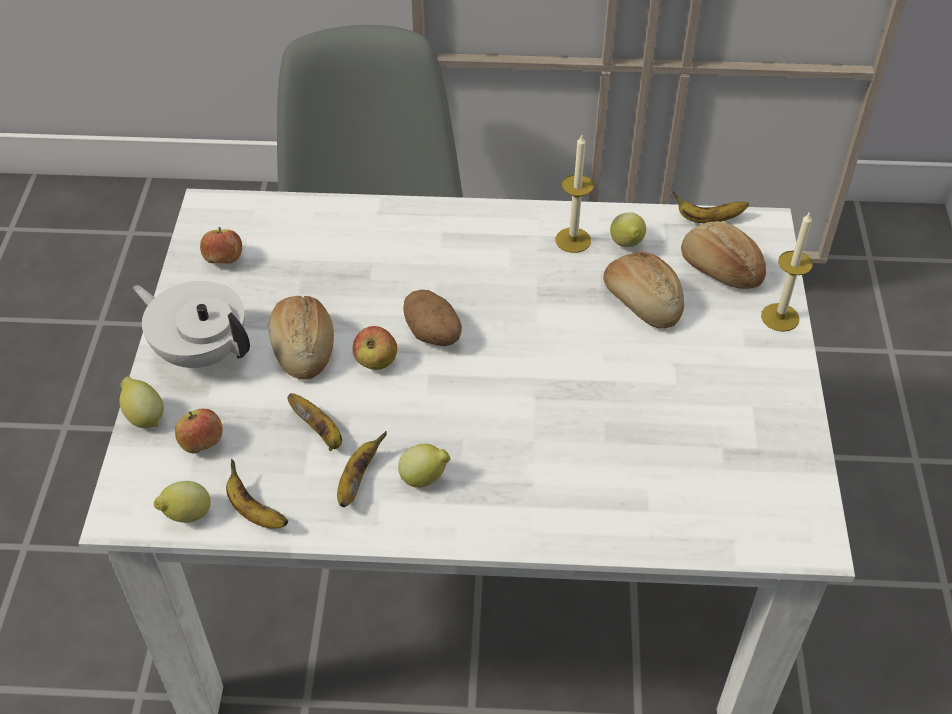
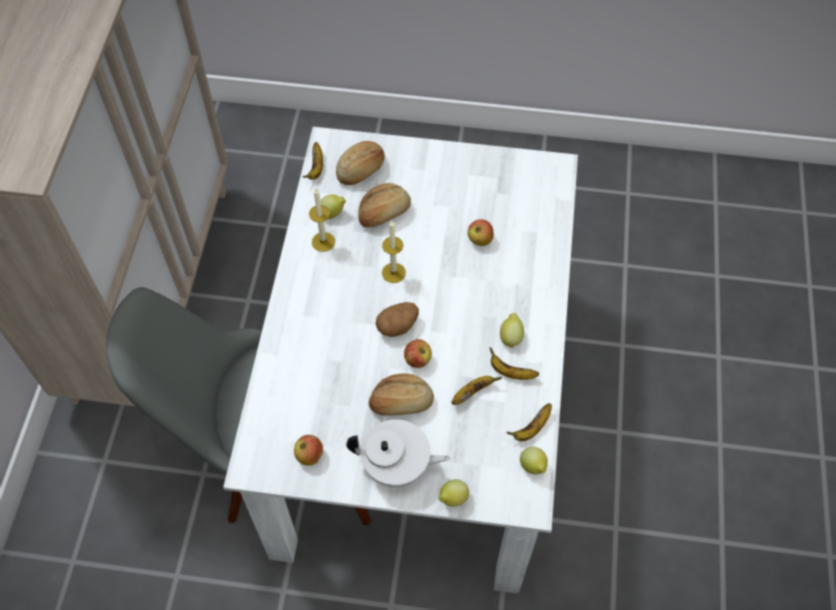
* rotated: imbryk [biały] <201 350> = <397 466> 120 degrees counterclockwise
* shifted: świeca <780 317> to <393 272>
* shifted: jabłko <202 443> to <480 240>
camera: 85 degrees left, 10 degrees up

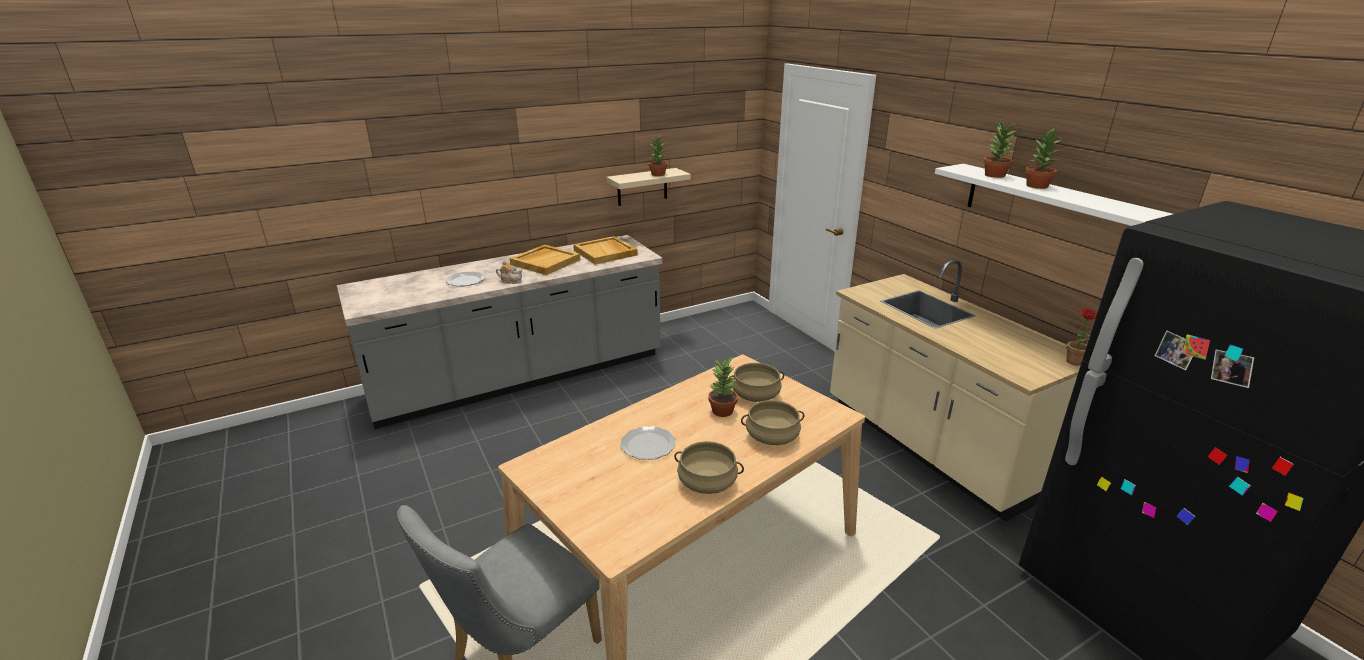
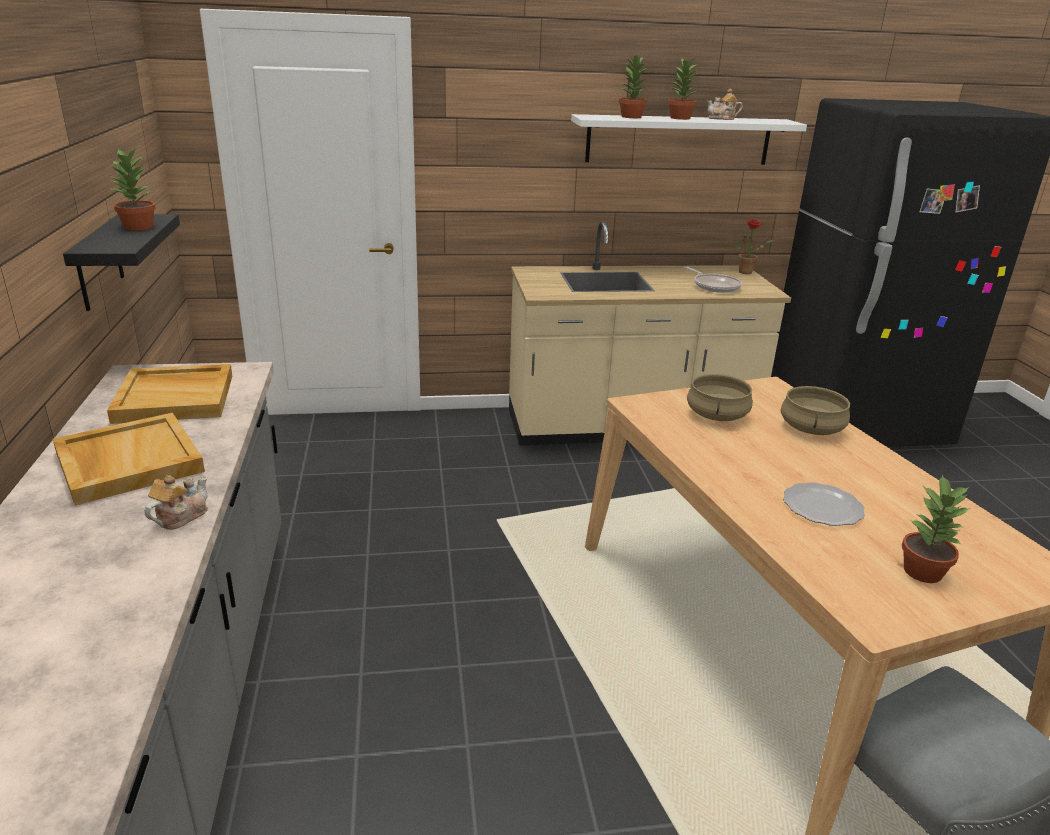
* repainted: półka [beżowy] <642 187> to półka [czarny] <99 262>
* new: patelnia <714 286>
* new: imbryk <722 119>
* shifted: roślina doniczkowa <723 411> to <923 571>
* gone: talerz <466 280>
* gone: garnek [beżowy] <707 482>
camera: 70 degrees left, 0 degrees up

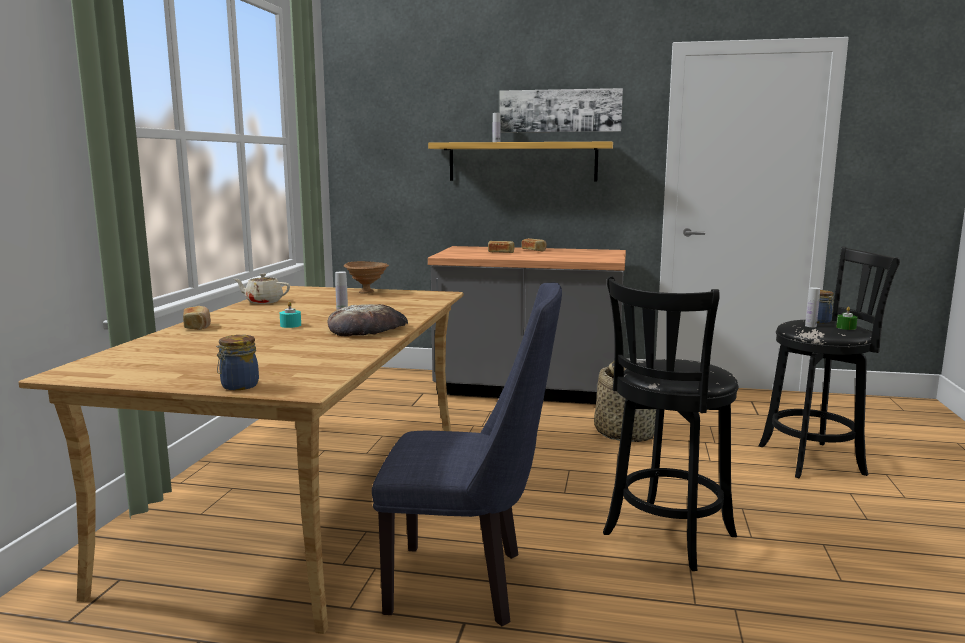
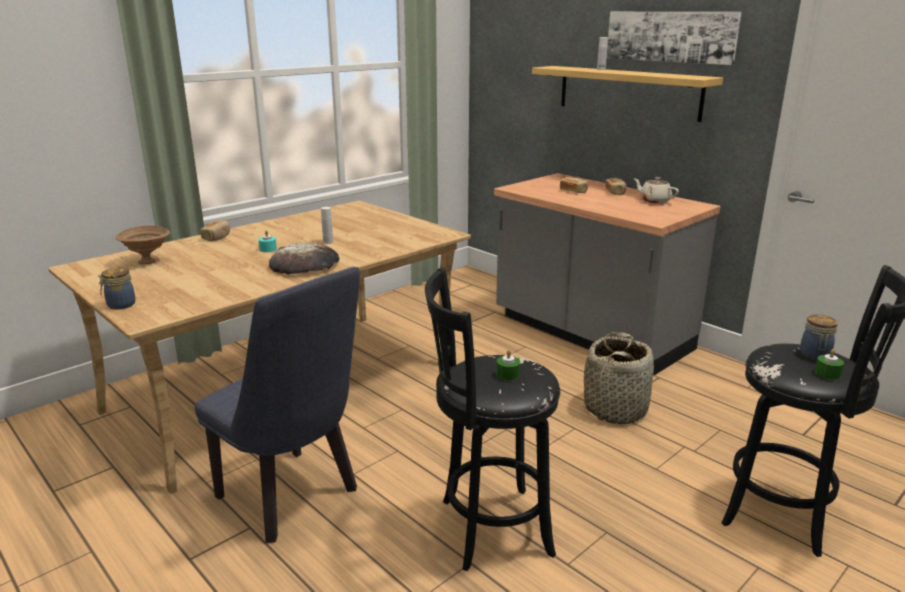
* shifted: miska [brązowy] <367 292> to <148 262>
* new: świeca [zielony] <508 374>
* shifted: imbryk [beżowy] <263 302> to <654 201>
* gone: butelka [biały] <810 326>
camera: 35 degrees right, 10 degrees up

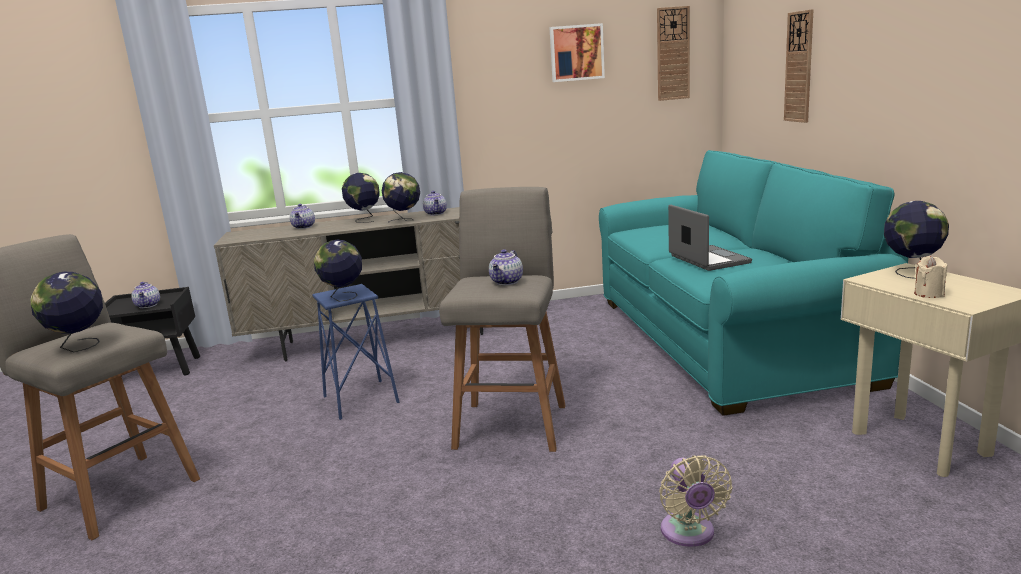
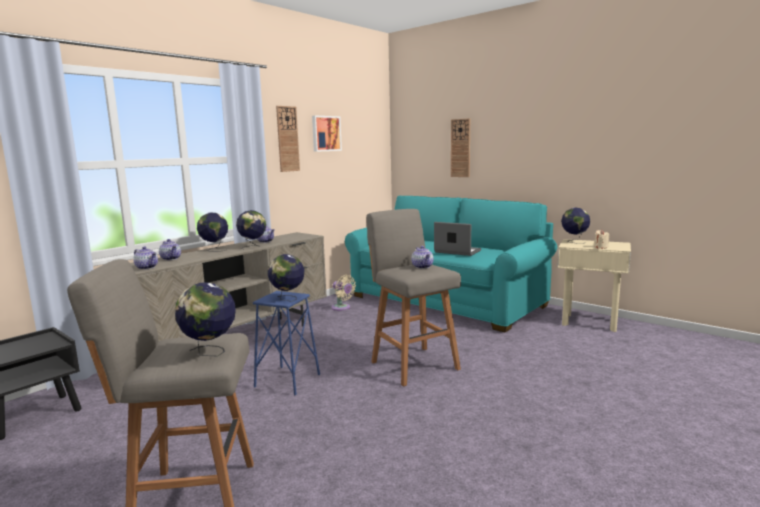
* shifted: imbryk <148 305> to <147 267>
* shifted: zegar ścienny <673 54> to <287 139>
* shifted: wentylator [beżowy] <689 534> to <342 308>
camera: 40 degrees left, 5 degrees down

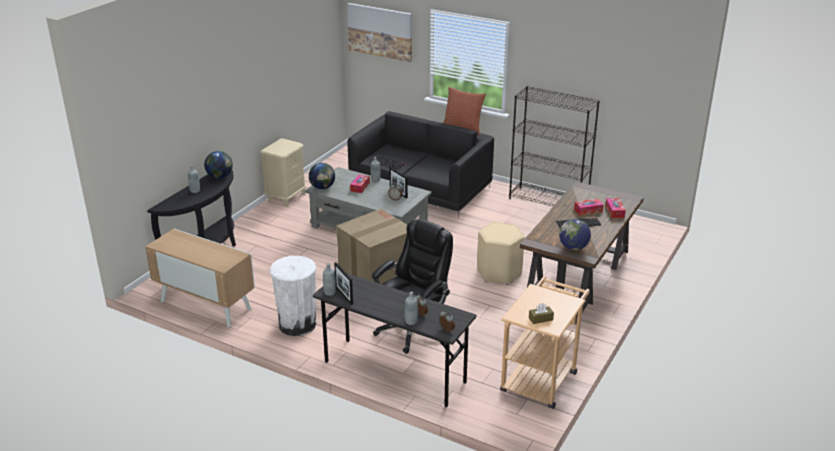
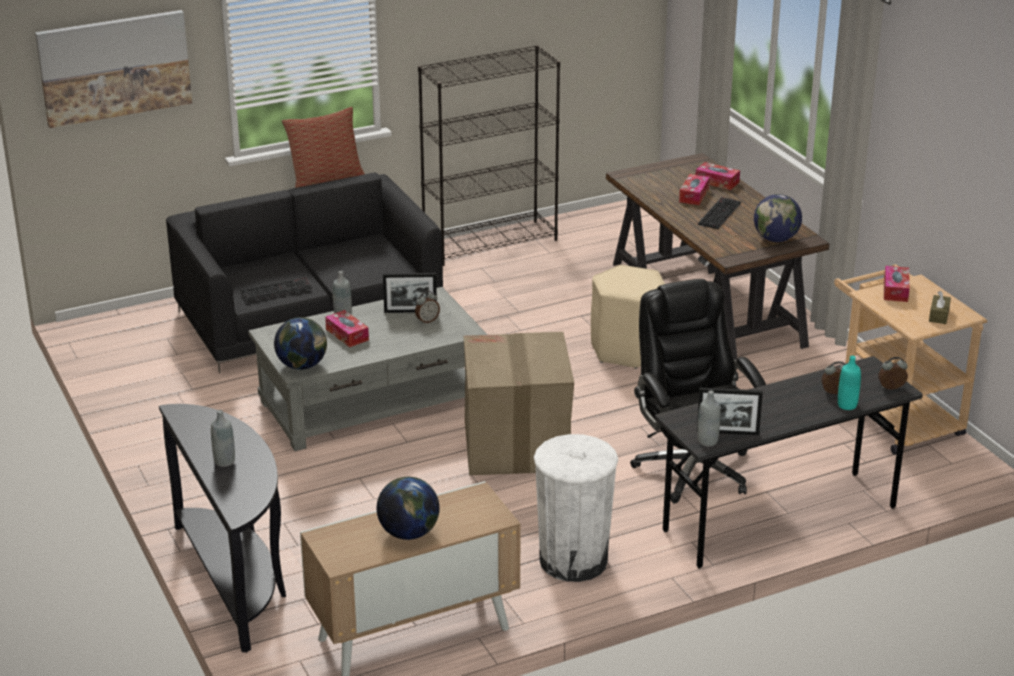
* shifted: globus <220 177> to <409 533>
* repainted: butelka [szary] <411 321> to butelka [turkusowy] <847 405>
* new: pudełko chusteczek <895 290>
* gone: szafka nocna [beżowy] <286 197>
camera: 55 degrees left, 0 degrees up

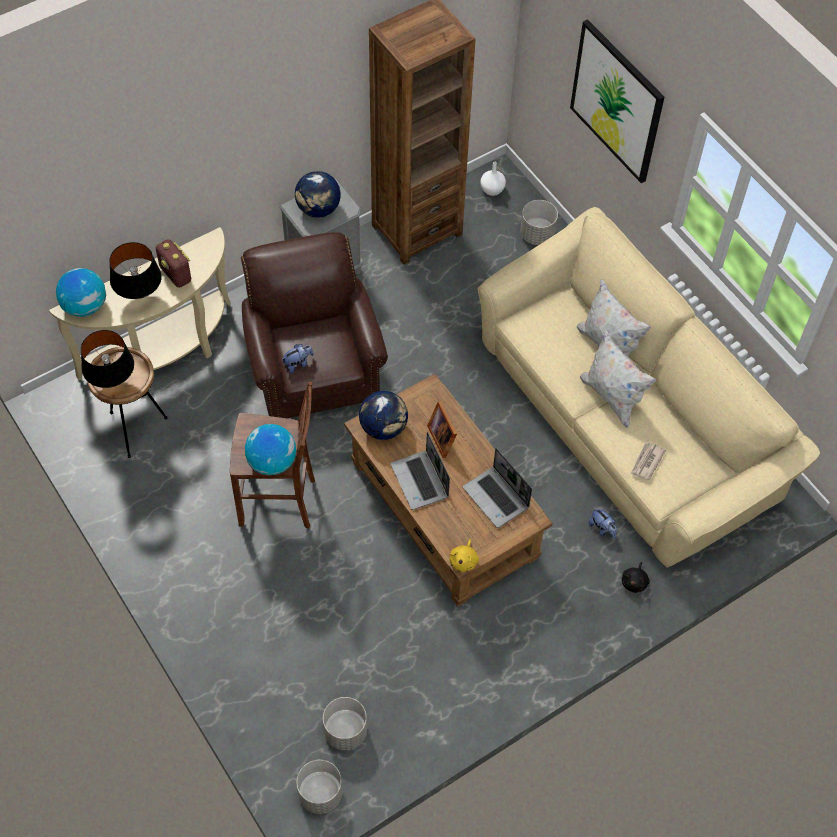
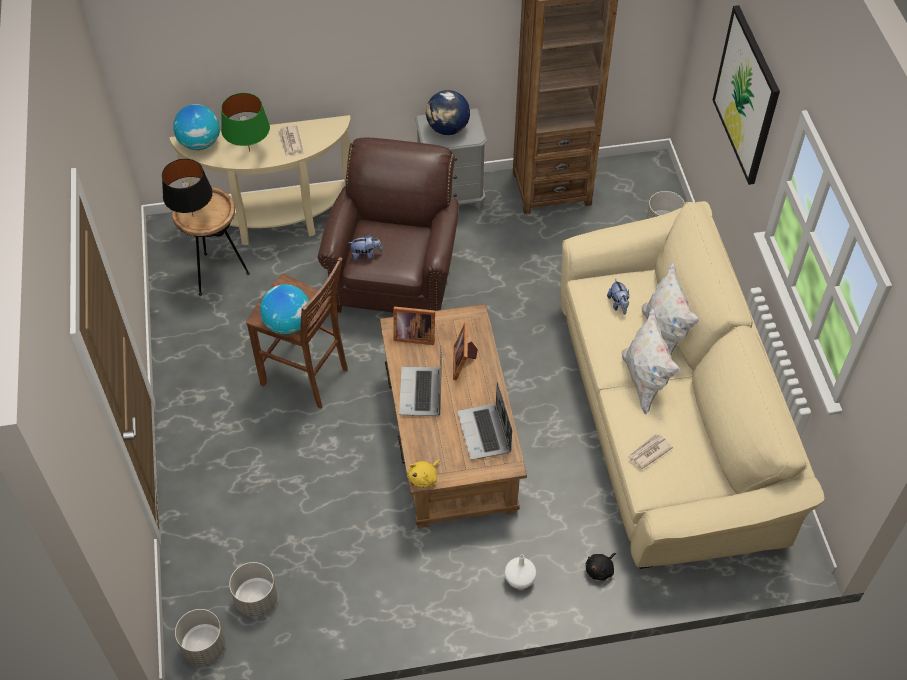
* repainted: lampa stołowa [czarny] <140 298> to lampa stołowa [zielony] <249 151>
* swapped: radio <176 275> to gazeta <290 142>
* swapped: globus <383 427> to ramka na zdjęcie <413 335>
* shifted: wazon [biały] <492 190> to <519 580>
* shifted: pluszak <602 529> to <618 304>
camera: 25 degrees right, 5 degrees down

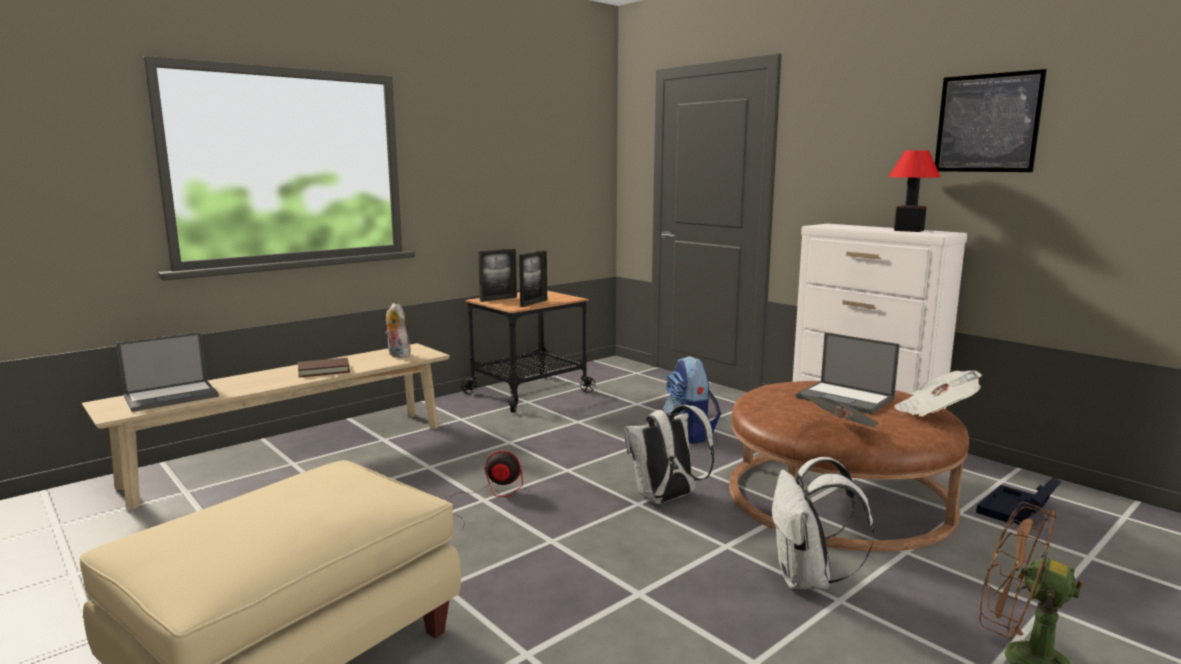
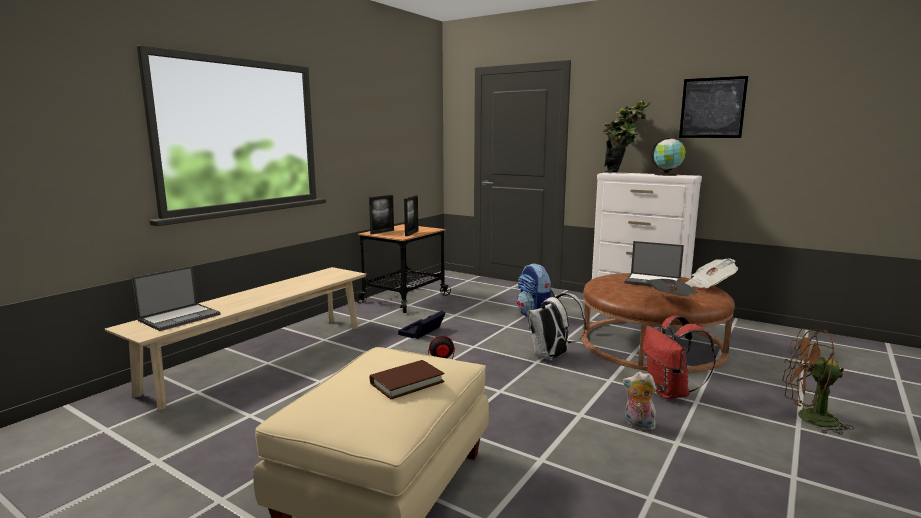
* shifted: książka [brązowy] <324 370> to <407 382>
* shifted: pojemnik do przechowywania [czarny] <1016 511> to <422 332>
* new: roślina doniczkowa <622 173>
* shifted: pluszak <397 355> to <638 425>
* repainted: plecak [biały] <807 579> to plecak [czerwony] <670 393>
* swapped: lampa stołowa <909 230> to globus <667 175>
camera: 15 degrees left, 0 degrees up

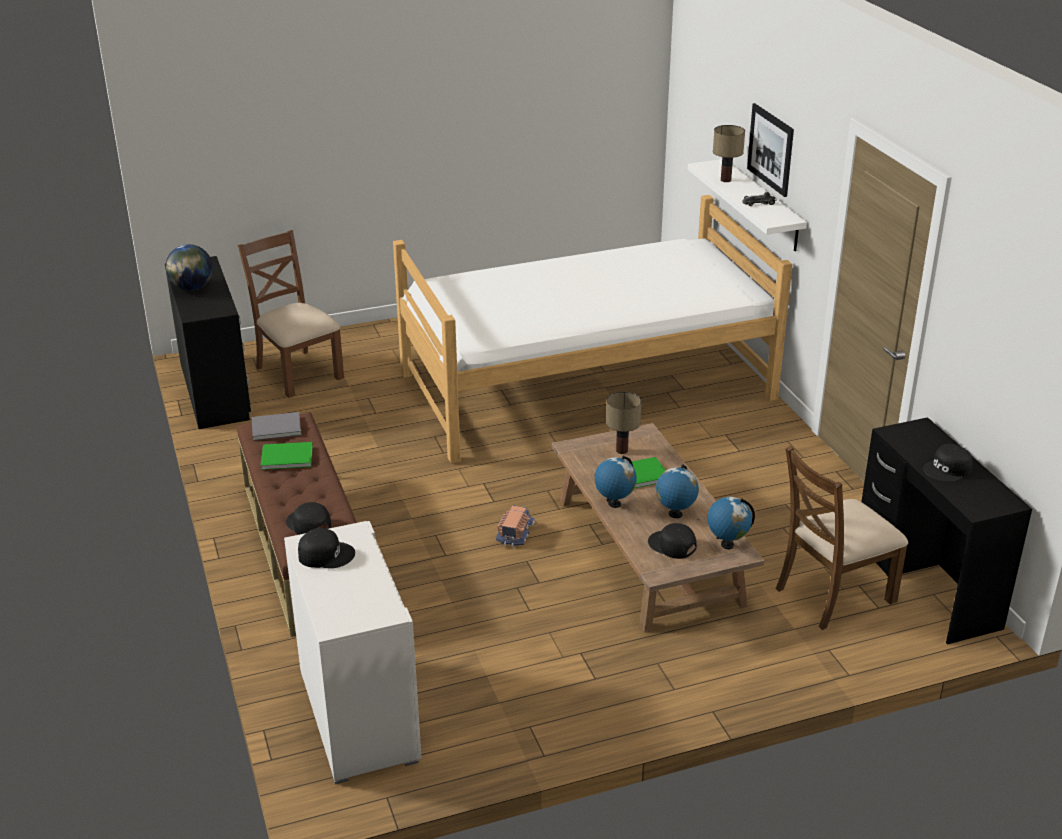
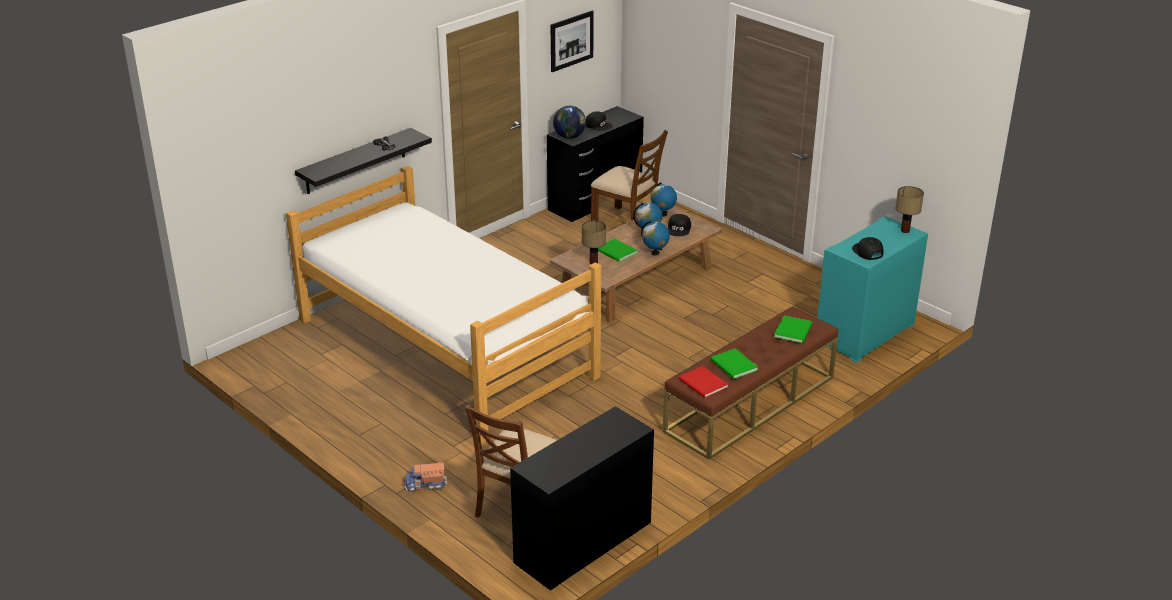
* repainted: półka [biały] <762 205> to półka [czarny] <355 161>
* shifted: ciężarówka zabawkowa <515 533> to <425 484>
* shifted: obraz <770 149> to <571 41>
* shifted: globus <192 288> to <569 137>
* repainted: książka [szary] <274 427> to książka [czerwony] <703 384>
* swapped: czapka z daszkiem [czarny] <308 524> to książka [zielony] <794 330>
* repainted: komoda [biały] <357 716> to komoda [turkusowy] <865 334>
* shifted: lampa stołowa <725 180> to <905 231>
camera: 115 degrees left, 0 degrees up

